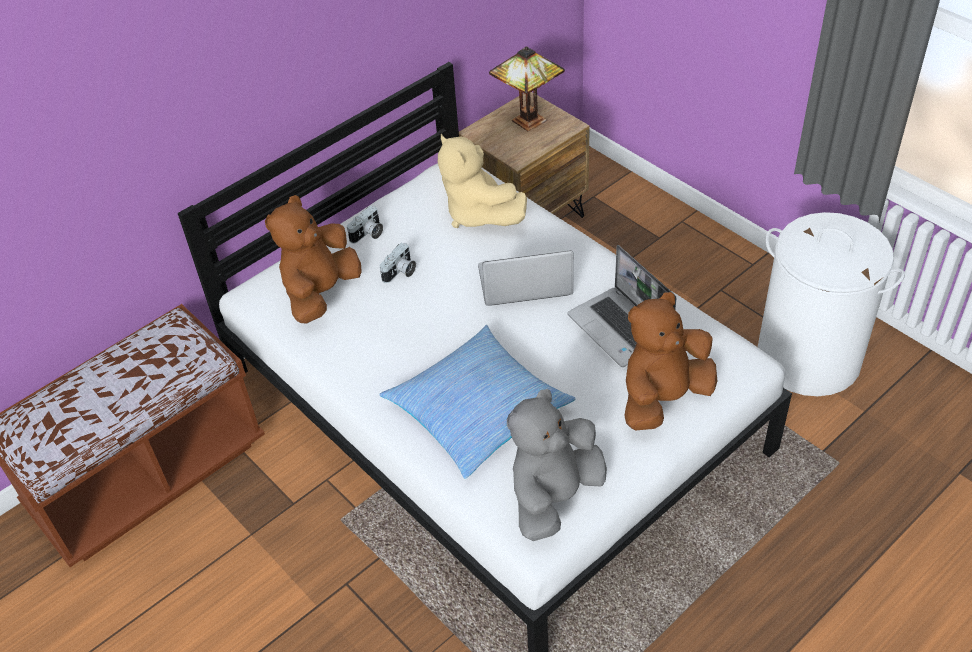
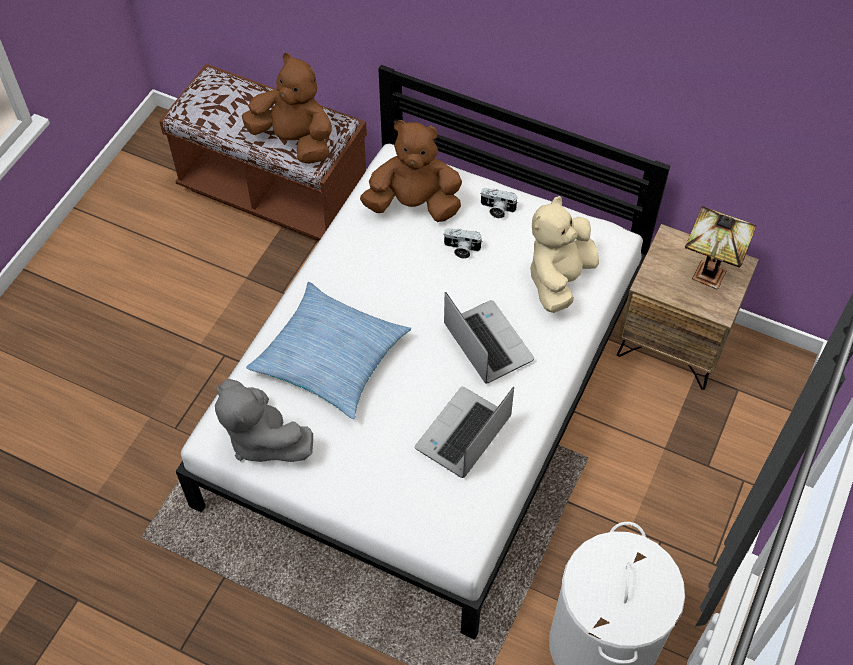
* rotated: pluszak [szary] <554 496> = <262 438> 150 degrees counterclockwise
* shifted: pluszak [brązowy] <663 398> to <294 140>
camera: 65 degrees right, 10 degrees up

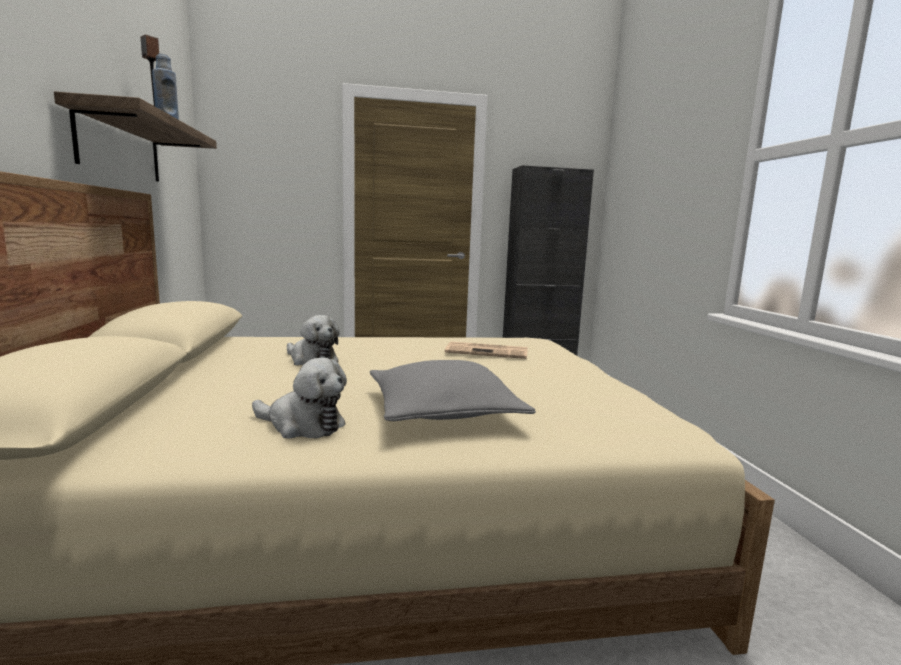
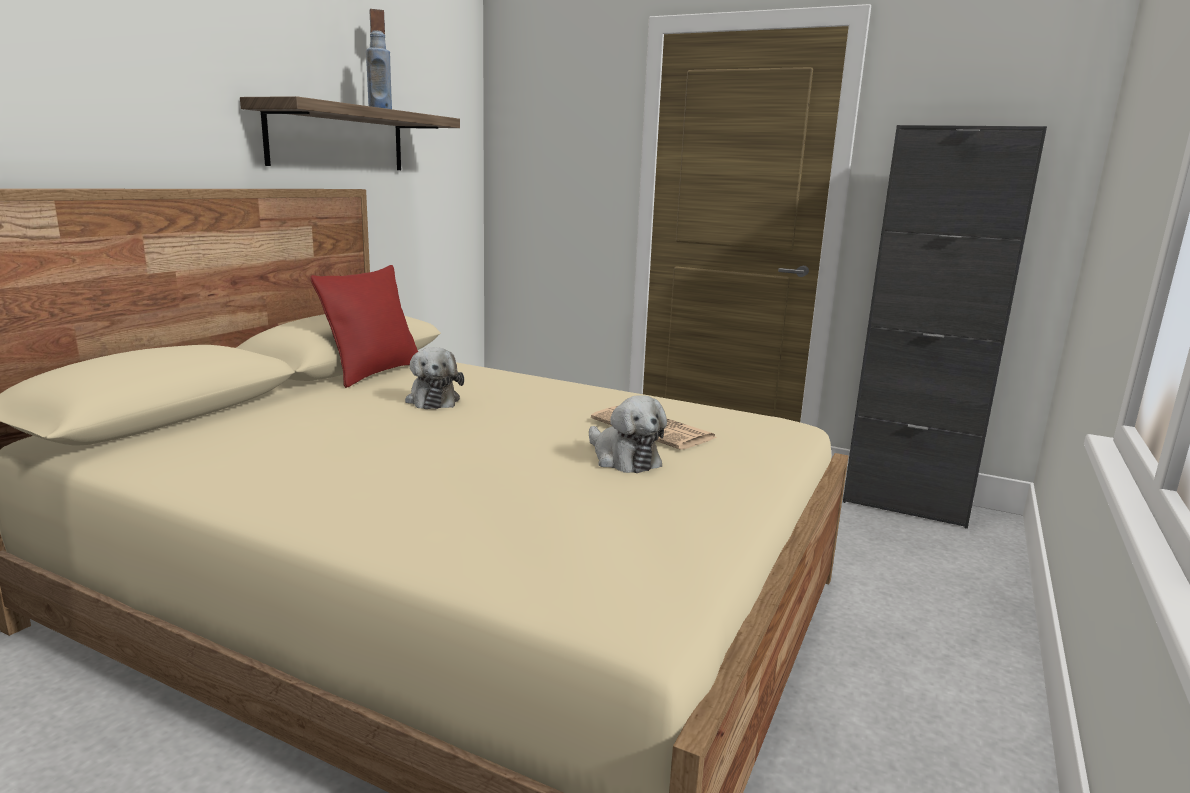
* new: poduszka [czerwony] <374 373>
* shifted: pluszak <302 425> to <623 458>
* gone: poduszka [szary] <443 410>
camera: 35 degrees right, 5 degrees up

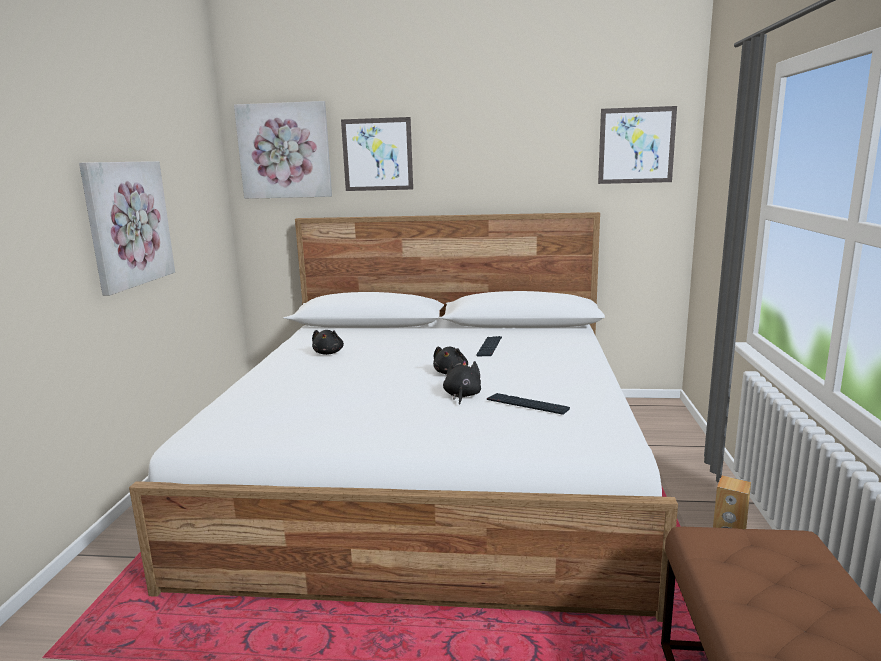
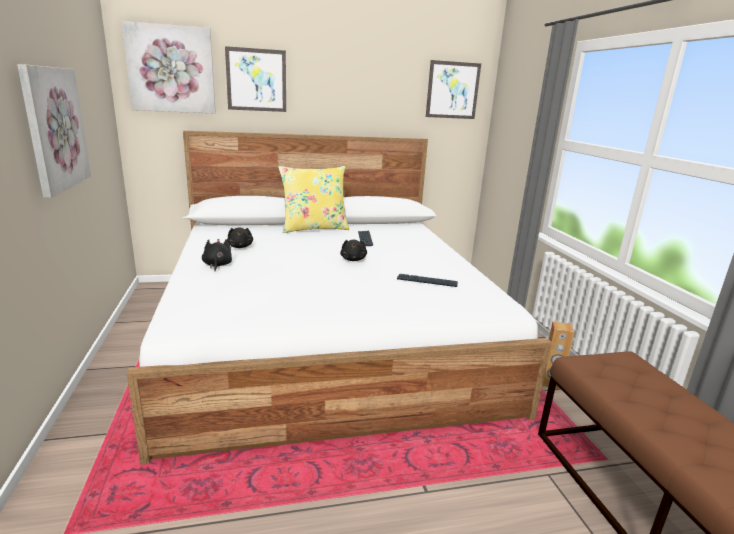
* shifted: pluszak [czarny] <462 396> to <217 265>
* new: poduszka [żółty] <314 228>
camera: 20 degrees left, 5 degrees up

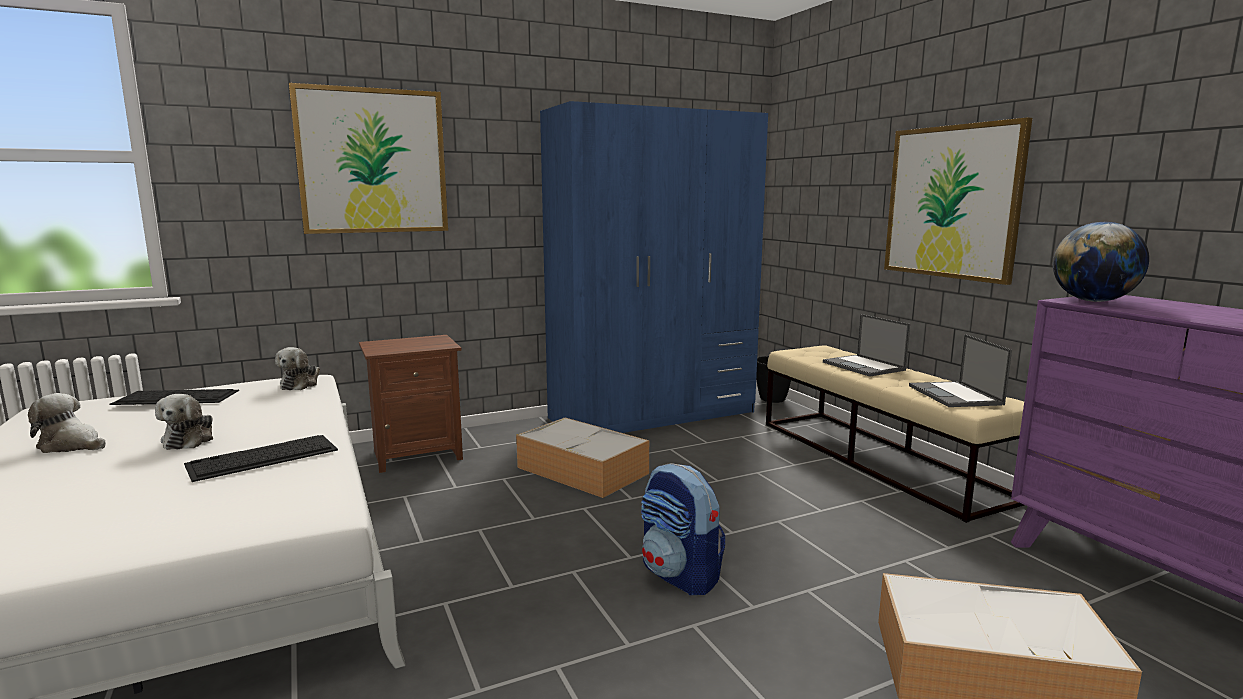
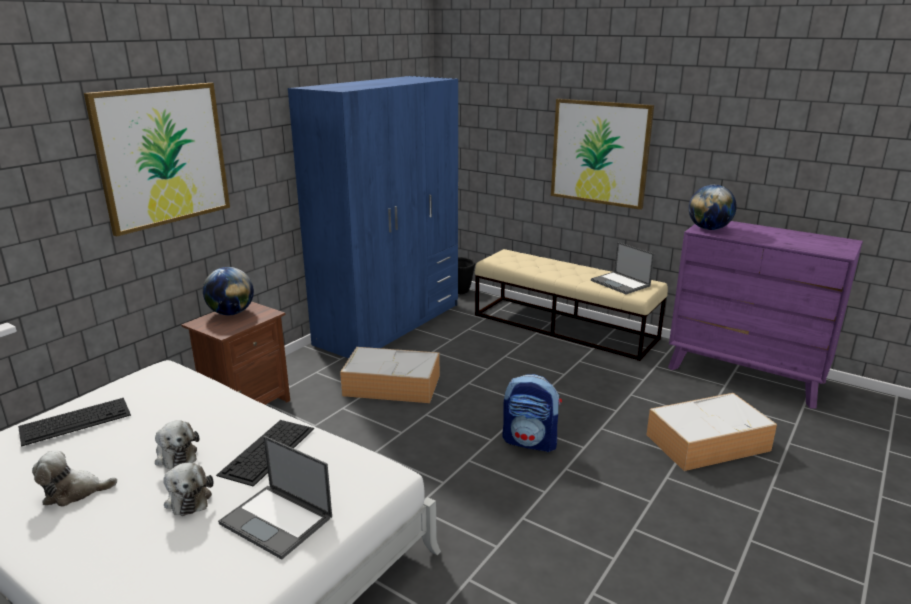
* shifted: pluszak <301 384> to <188 498>
* new: globus <231 313>
* shifted: laptop <864 366> to <277 520>
camera: 30 degrees left, 10 degrees up

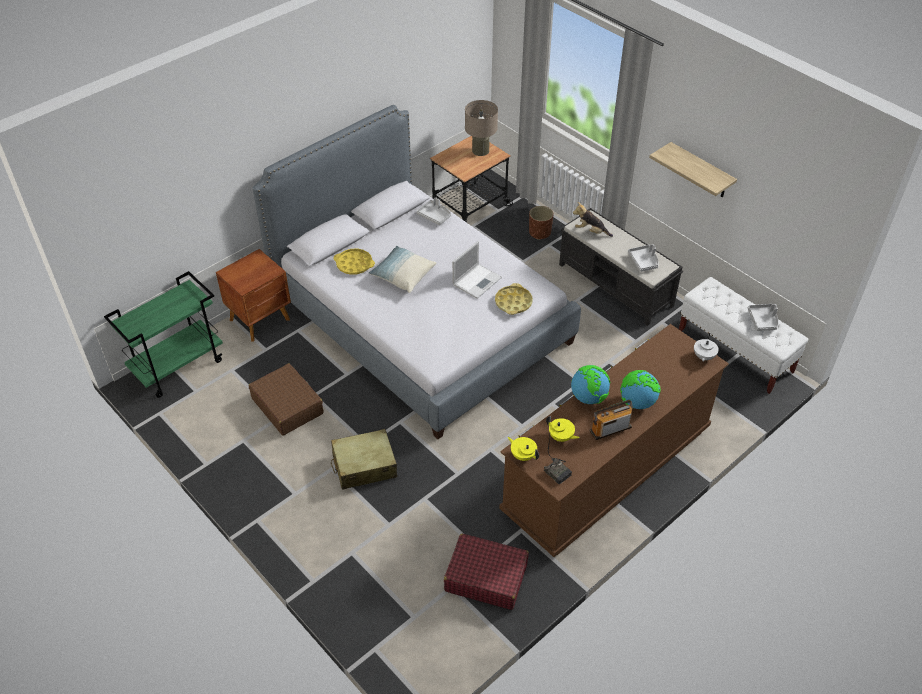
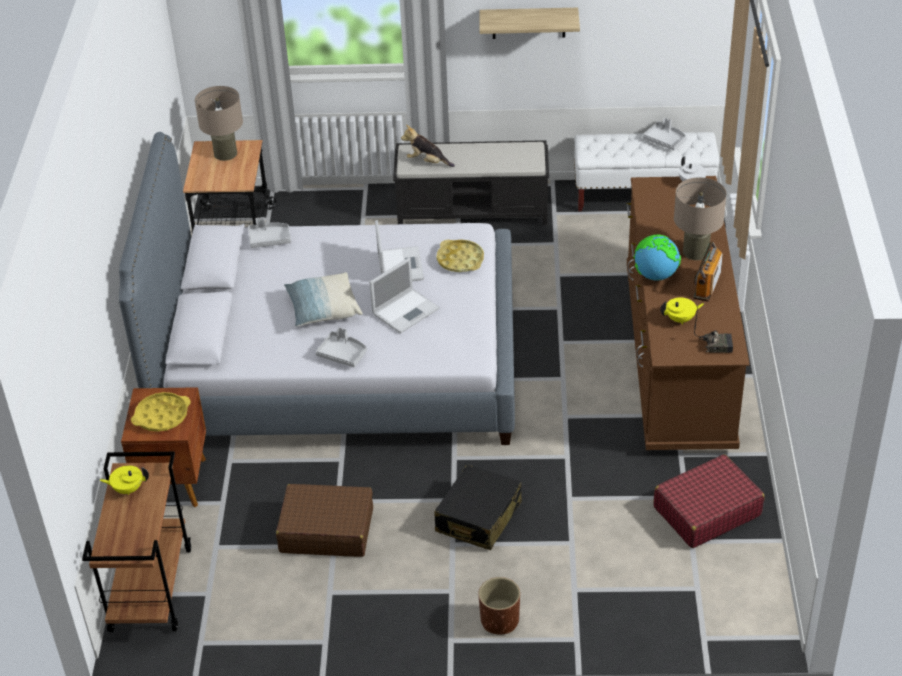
* repainted: wózek [zielony] <178 366> to wózek [brązowy] <150 588>
* shifted: imbryk [żółty] <523 455> to <128 489>
* shifted: taca [żółty] <354 264> to <161 416>
* shifted: taca [szary] <644 261> to <343 354>
* new: laptop <406 310>
* rotated: pluszak <591 231> = <427 162> 45 degrees clockwise
* repainted: walizka [beżowy] <364 466> to walizka [czarny] <478 517>
* shifted: donica [brązowy] <539 232> to <499 620>
* swapped: globus <637 402> to lampa stołowa [beżowy] <695 252>
camera: 45 degrees left, 5 degrees down

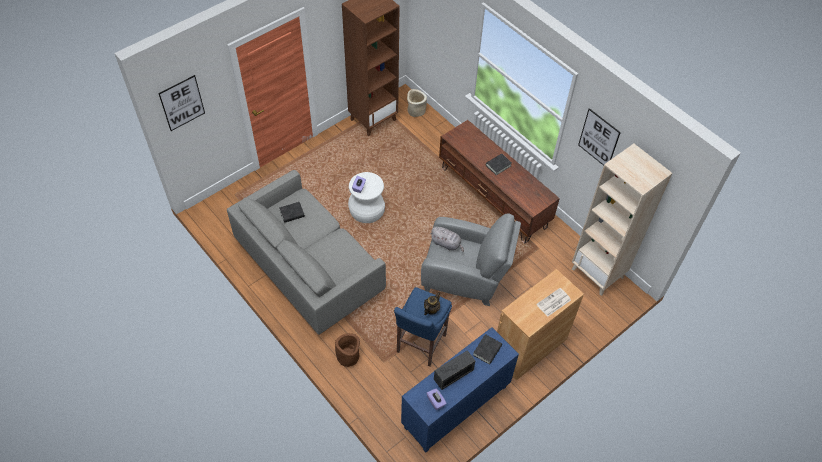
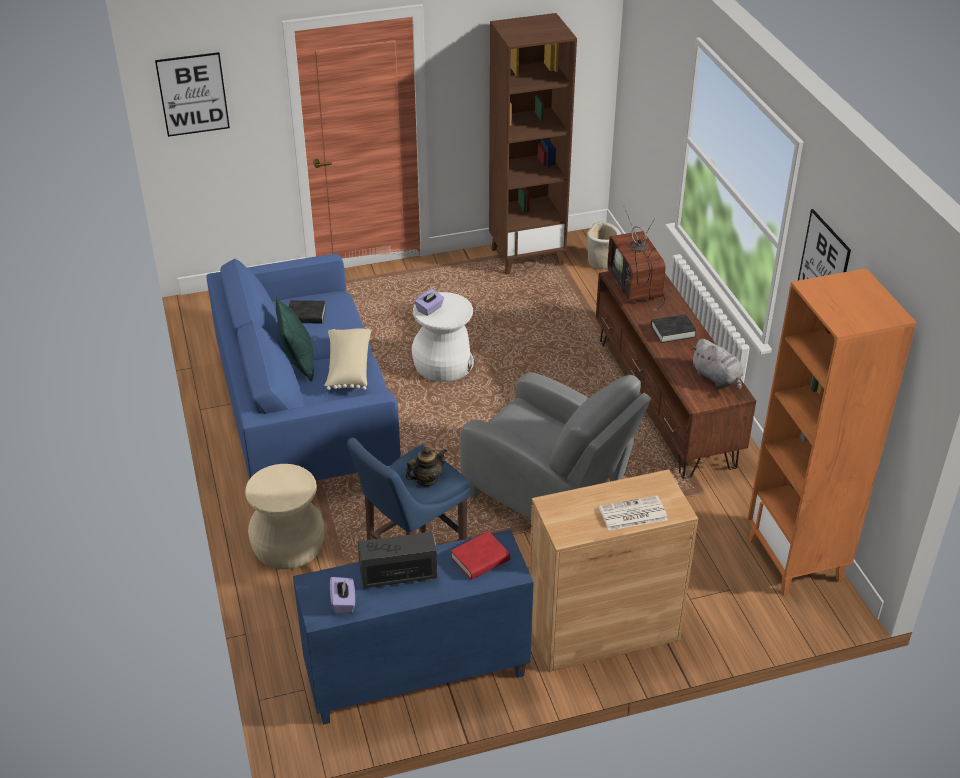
* repainted: kanapa [szary] <309 269> to kanapa [niebieski] <305 414>
* swapped: donica [brązowy] <348 356> to stołek [beżowy] <287 545>
* new: poduszka [zielony] <299 363>
* new: poduszka [beżowy] <348 367>
* repainted: książka [czarny] <487 350> to książka [czerwony] <480 559>
* new: telewizor <637 287>
* shifted: pluszak [szary] <447 244> to <717 378>
* repainted: regał [beżowy] <598 273> to regał [pomarańczowy] <796 560>
camera: 25 degrees right, 15 degrees down

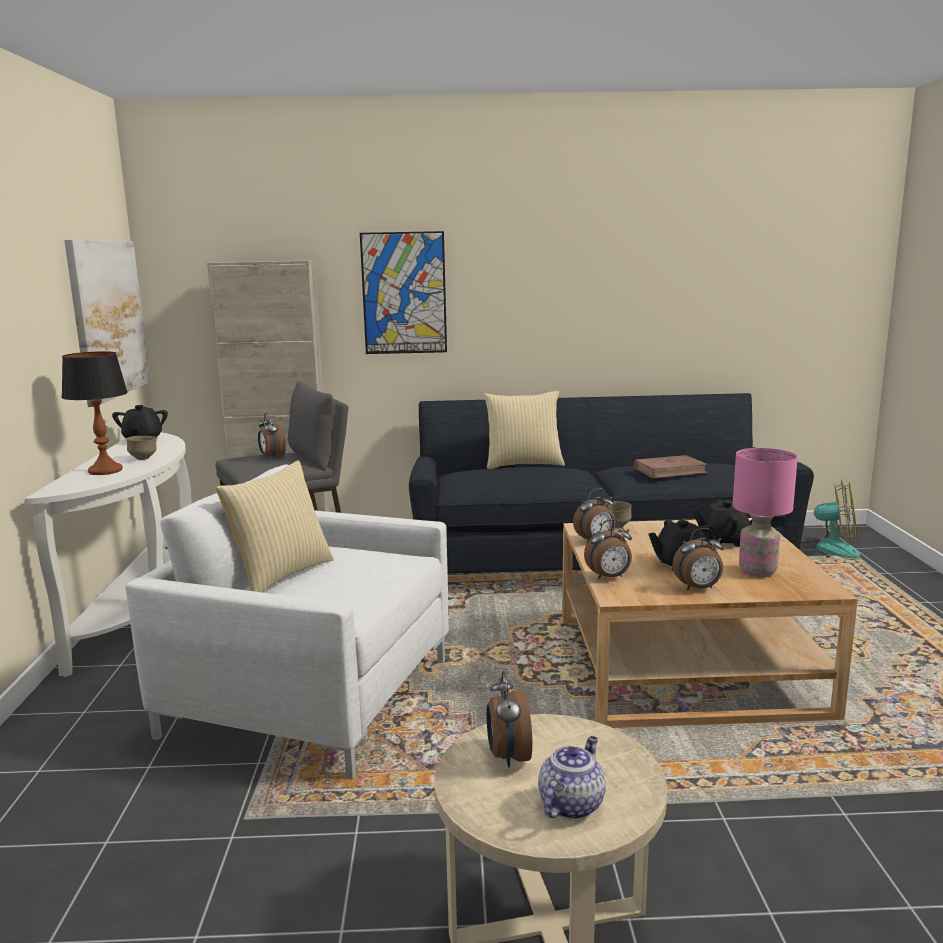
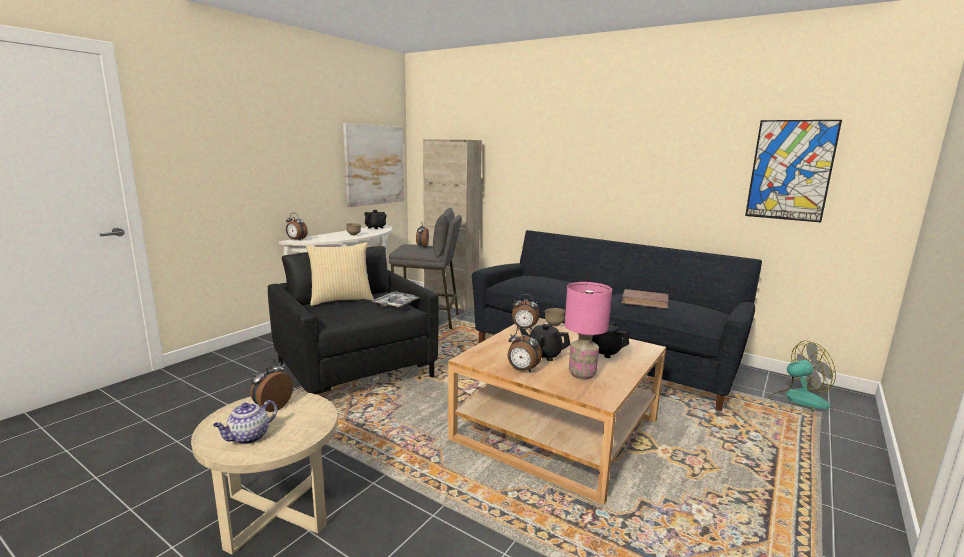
* rotated: imbryk <571 804> = <248 437> 150 degrees clockwise
* repainted: fotel [biały] <311 697> to fotel [czarny] <355 370>
* shifted: budzik <609 577> to <296 240>
* new: taca <397 304>
* shifted: obraz <404 293> to <790 170>
* rotated: wentylator <826 550> = <798 401> 60 degrees counterclockwise
* gone: lampa stołowa <106 470>
* gone: poduszka <523 464>
camera: 35 degrees right, 0 degrees up

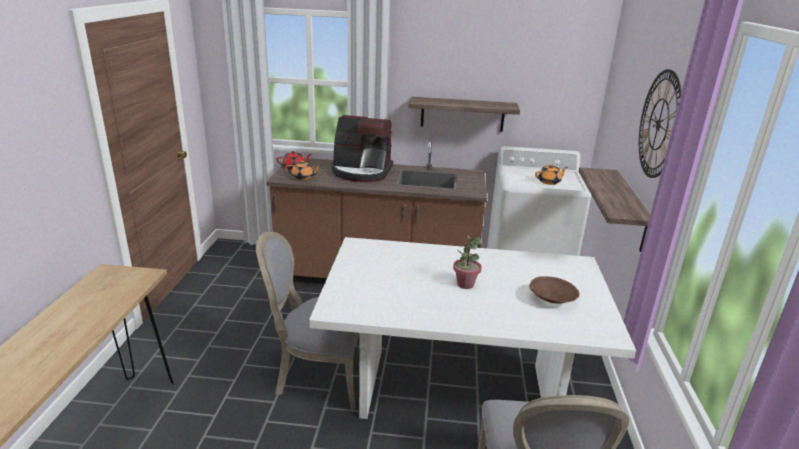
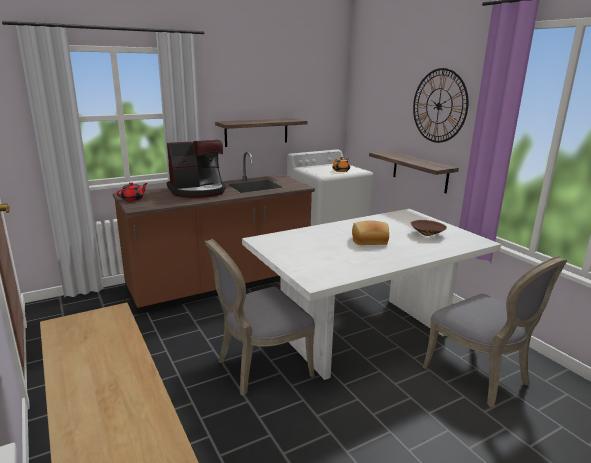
* swapped: roślina doniczkowa <465 284> to chleb <369 241>
* gone: imbryk [pomarańczowy] <303 178>
camera: 35 degrees left, 5 degrees down

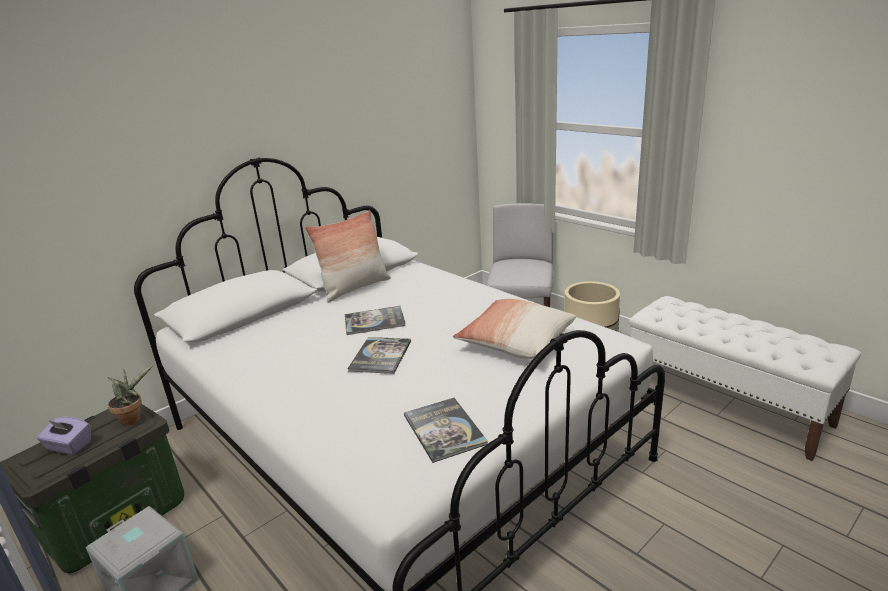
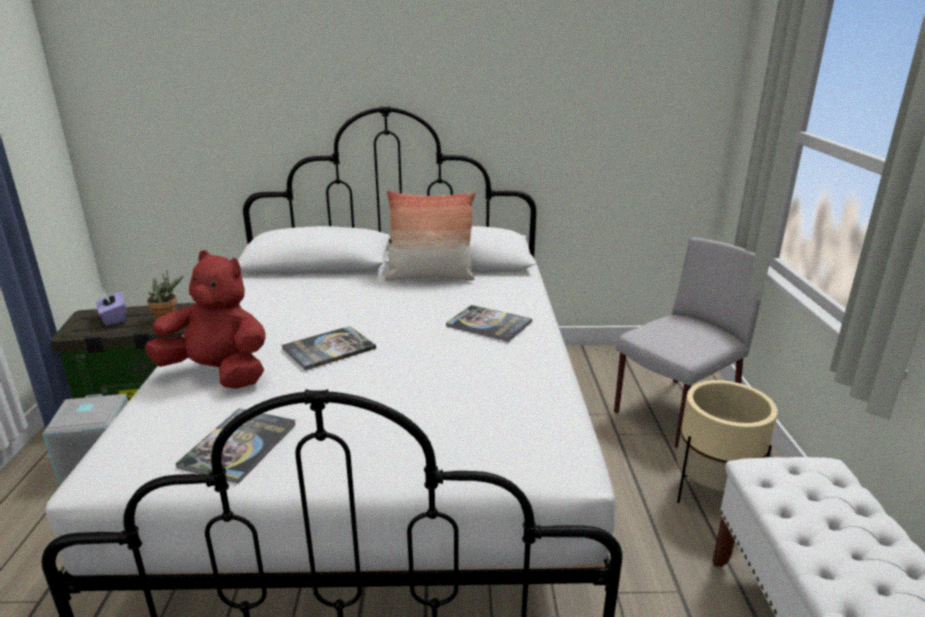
* new: pluszak [czerwony] <218 373>
* shifted: książka <374 321> to <489 324>
* gone: poduszka <516 343>
camera: 40 degrees right, 0 degrees up

